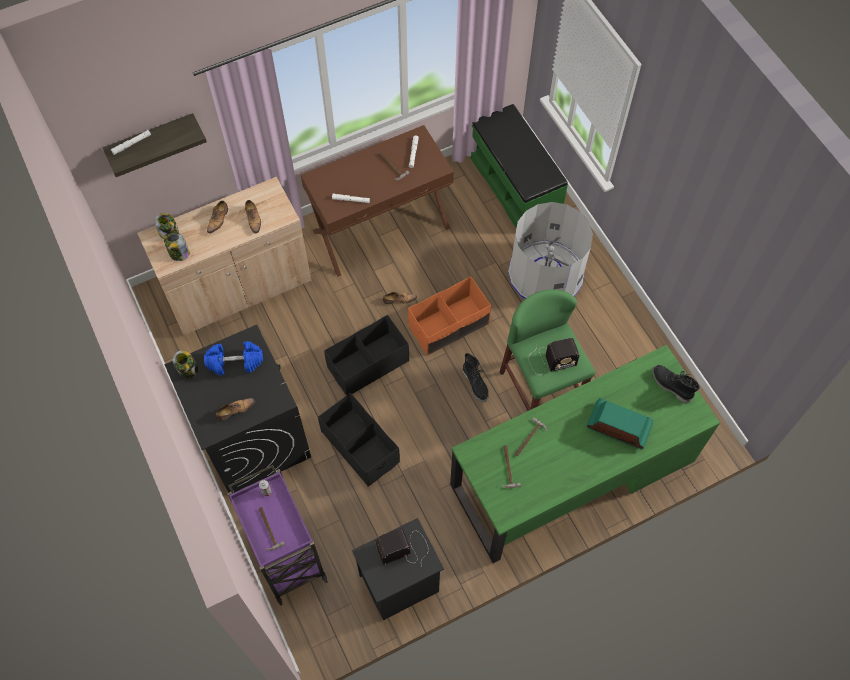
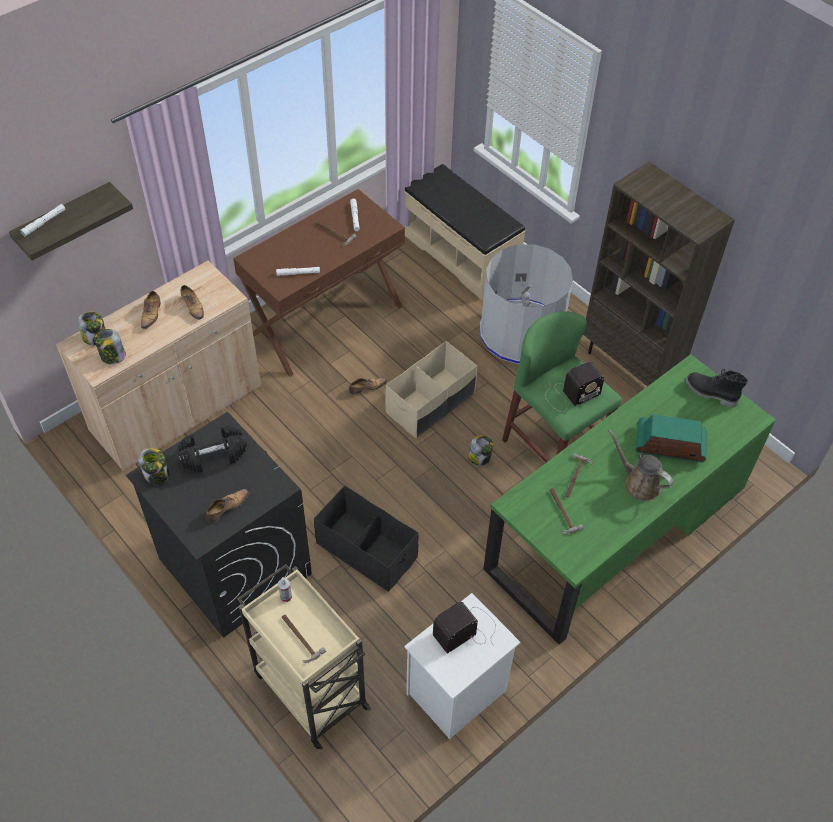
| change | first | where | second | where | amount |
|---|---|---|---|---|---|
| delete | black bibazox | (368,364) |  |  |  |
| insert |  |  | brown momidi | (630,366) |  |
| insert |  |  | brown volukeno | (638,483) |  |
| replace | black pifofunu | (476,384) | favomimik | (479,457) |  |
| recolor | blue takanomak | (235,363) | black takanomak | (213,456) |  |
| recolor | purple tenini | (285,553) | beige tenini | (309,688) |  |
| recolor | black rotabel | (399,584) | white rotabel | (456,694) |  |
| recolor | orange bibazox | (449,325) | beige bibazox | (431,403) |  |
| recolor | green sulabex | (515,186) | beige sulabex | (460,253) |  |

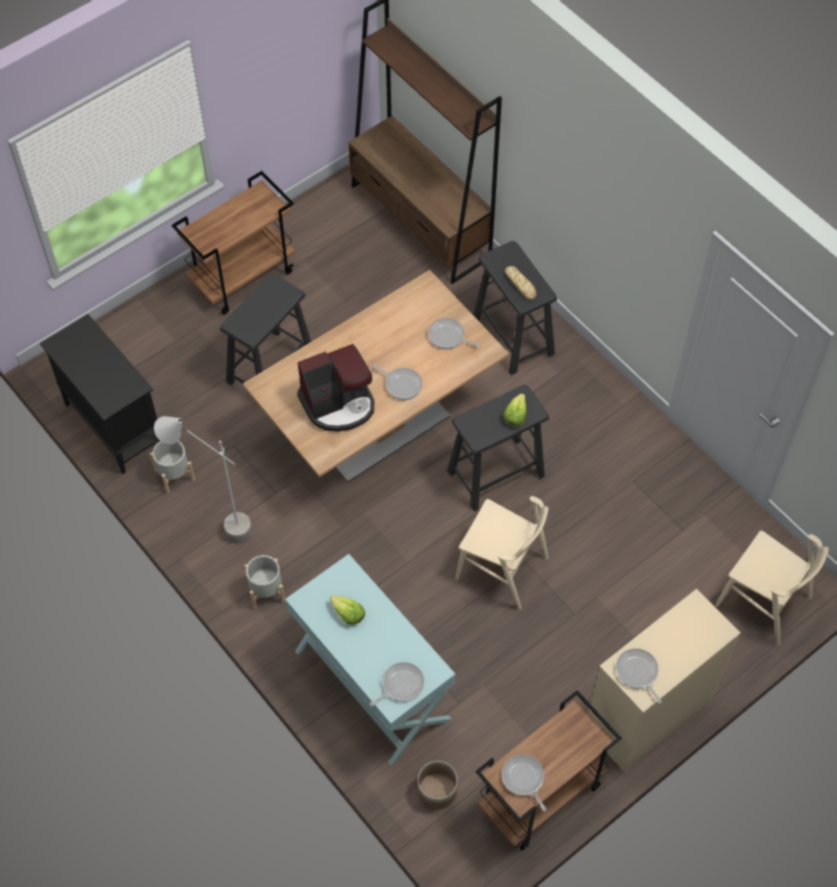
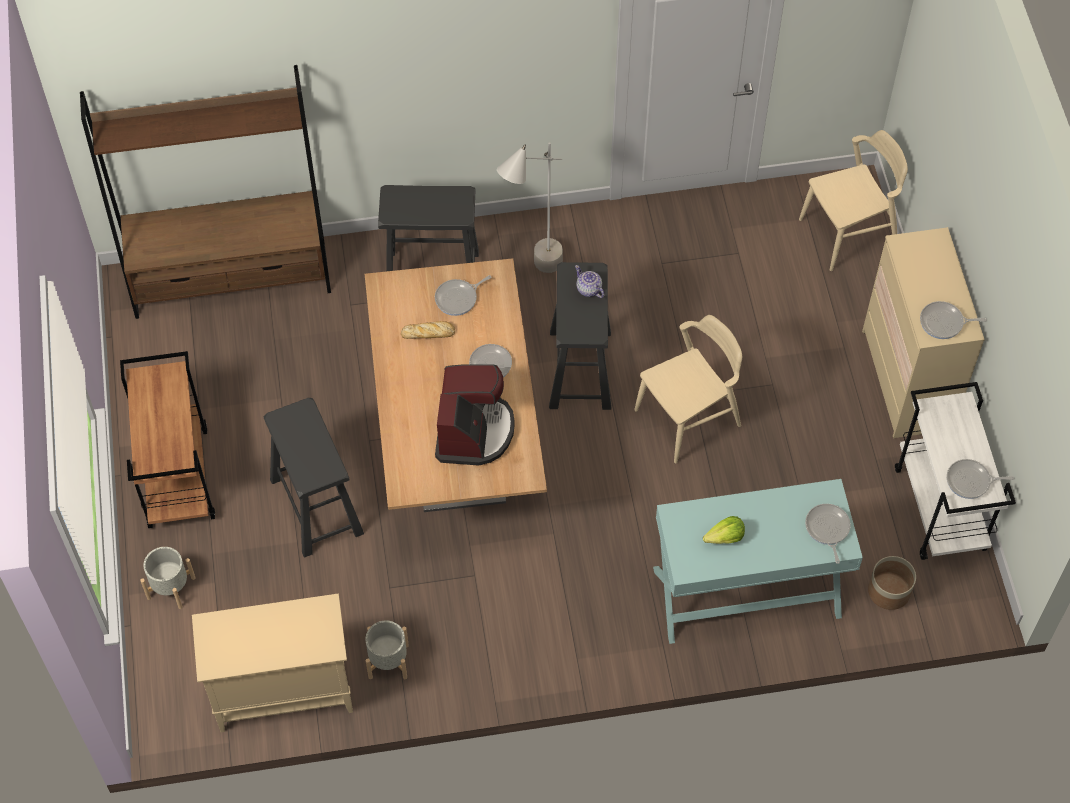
| change | first | where | second | where | amount |
|---|---|---|---|---|---|
| move | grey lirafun | (217,528) |  | (532,276) |  |
| move | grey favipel | (266,591) |  | (171,588) |  |
| move | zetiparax | (521,285) |  | (429,333) |  |
| replace | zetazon | (515,415) | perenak | (589,289) |  |
| recolor | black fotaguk | (113,425) | beige fotaguk | (282,694) |  |
| recolor | brown tenini | (540,797) | white tenini | (940,509) |  |

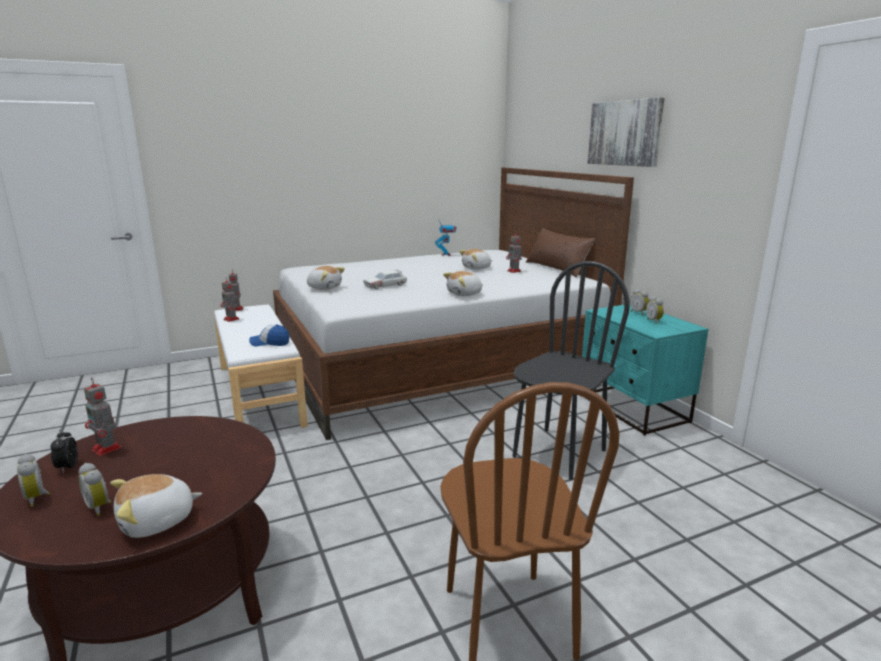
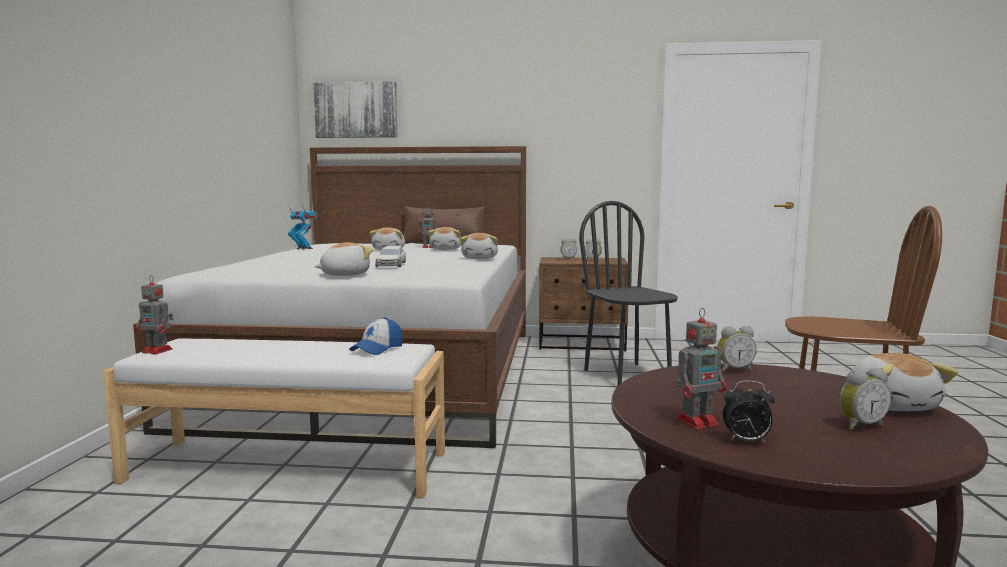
| change | first | where | second | where | amount |
|---|---|---|---|---|---|
| delete | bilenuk | (231,319) |  |  |  |
| insert |  |  | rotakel | (446,249) |  |
| move | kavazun | (38,497) |  | (734,370) |  |
| move | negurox | (625,133) |  | (356,110) |  |
| recolor | turquoise rotabel | (632,409) | brown rotabel | (582,344) |  |

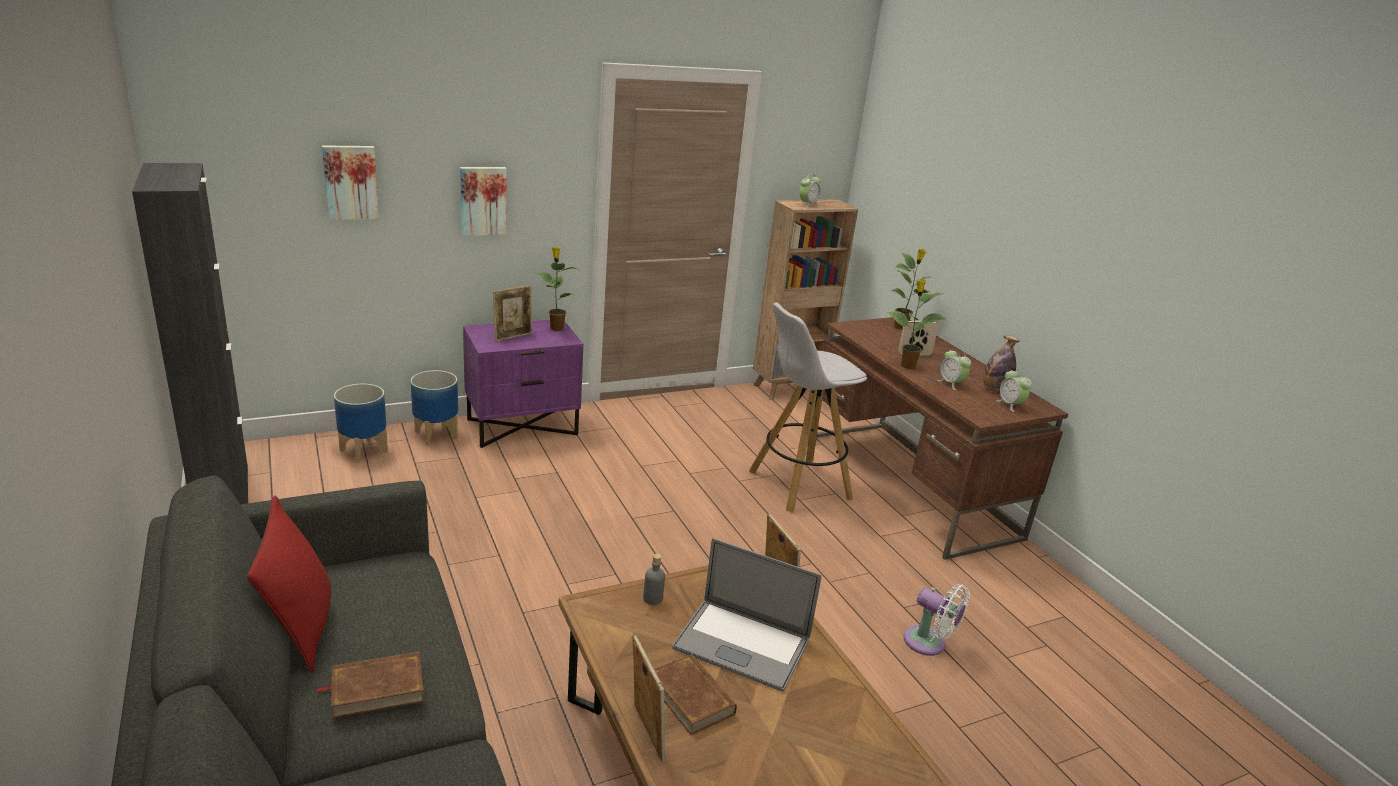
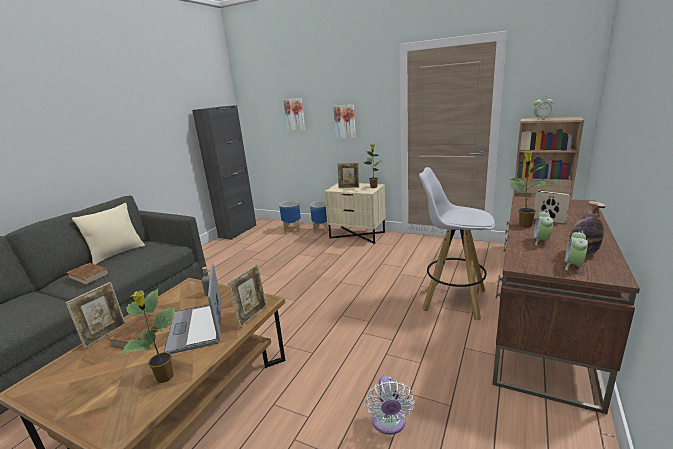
| change | first | where | second | where | amount |
|---|---|---|---|---|---|
| move | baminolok | (901,327) |  | (165,377) |  |
| recolor | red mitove | (302,628) | beige mitove | (117,253) |  |
| recolor | purple rotabel | (522,426) | beige rotabel | (357,235) |  |

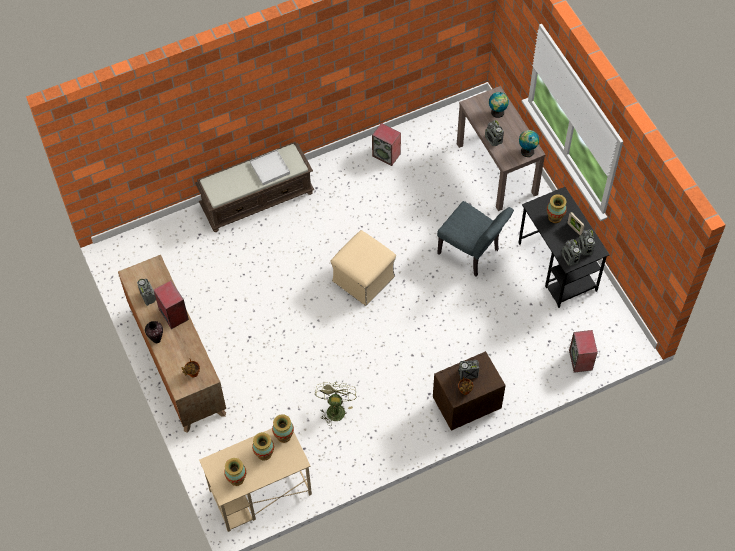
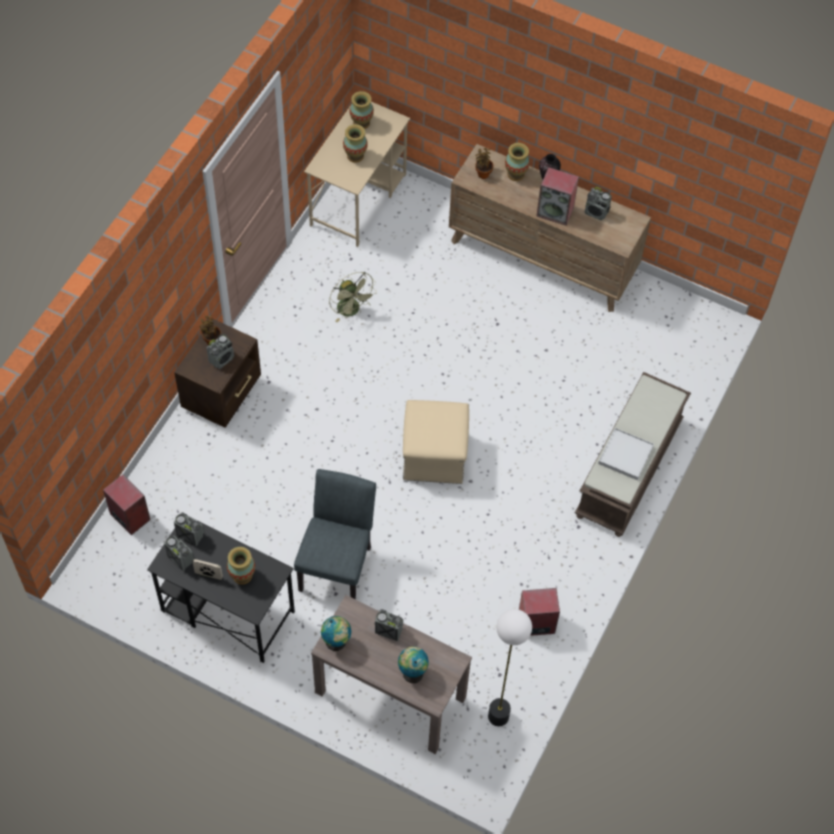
| change | first | where | second | where | amount |
|---|---|---|---|---|---|
| insert |  |  | lirafun | (498,716) |  |
| move | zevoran | (283,435) |  | (516,174) |  |
| rotate | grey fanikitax | (472,254) |  | (337,563) | 105 degrees clockwise |

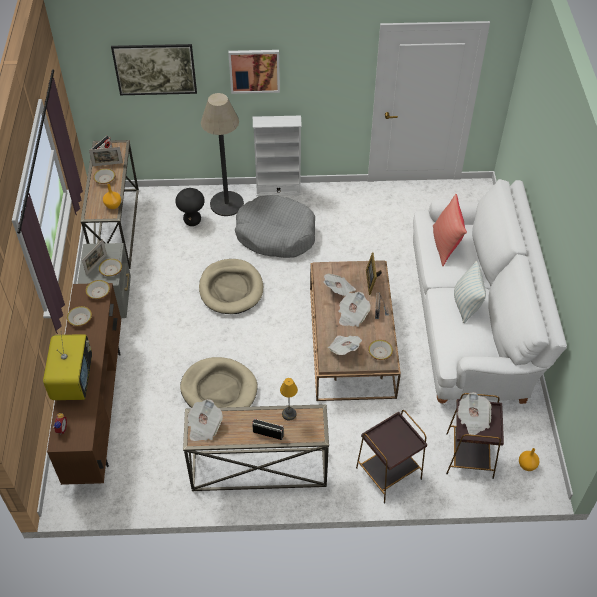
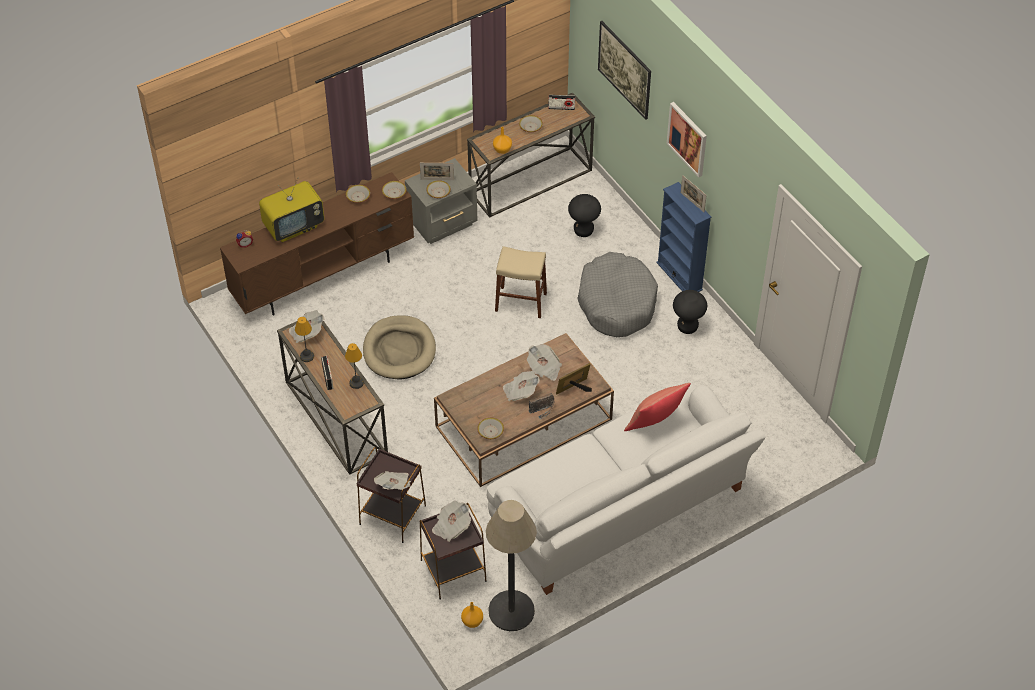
| change | first | where | second | where | amount |
|---|---|---|---|---|---|
| delete | mitove | (466,305) |  |  |  |
| insert |  |  | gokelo | (307,356) |  |
| insert |  |  | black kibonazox | (687,327) |  |
| move | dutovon | (107,164) |  | (692,202) |  |
| move | lirafun | (227,204) |  | (511,611) |  |
| move | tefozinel | (344,349) |  | (394,486) |  |
| replace | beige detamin | (231,289) | beige kibonazox | (521,302) |  |
| recolor | white momidi | (278,190) | blue momidi | (679,276) |  |

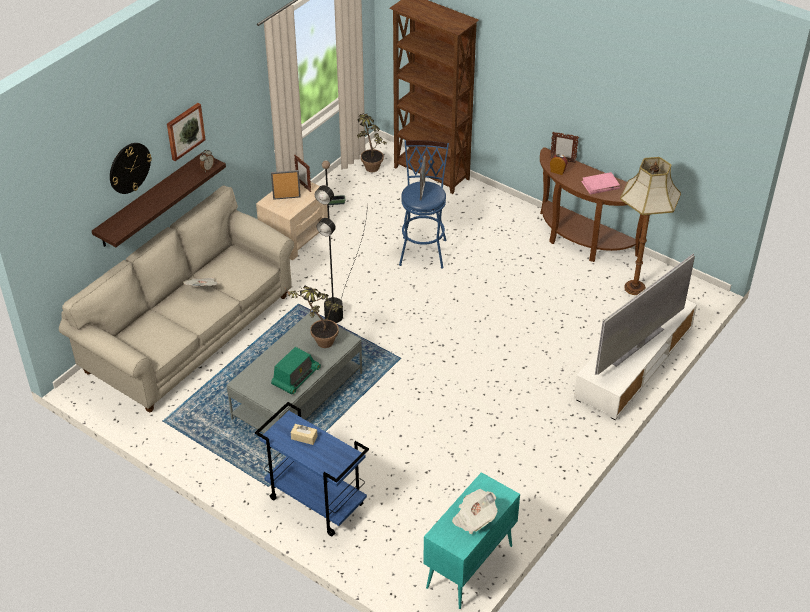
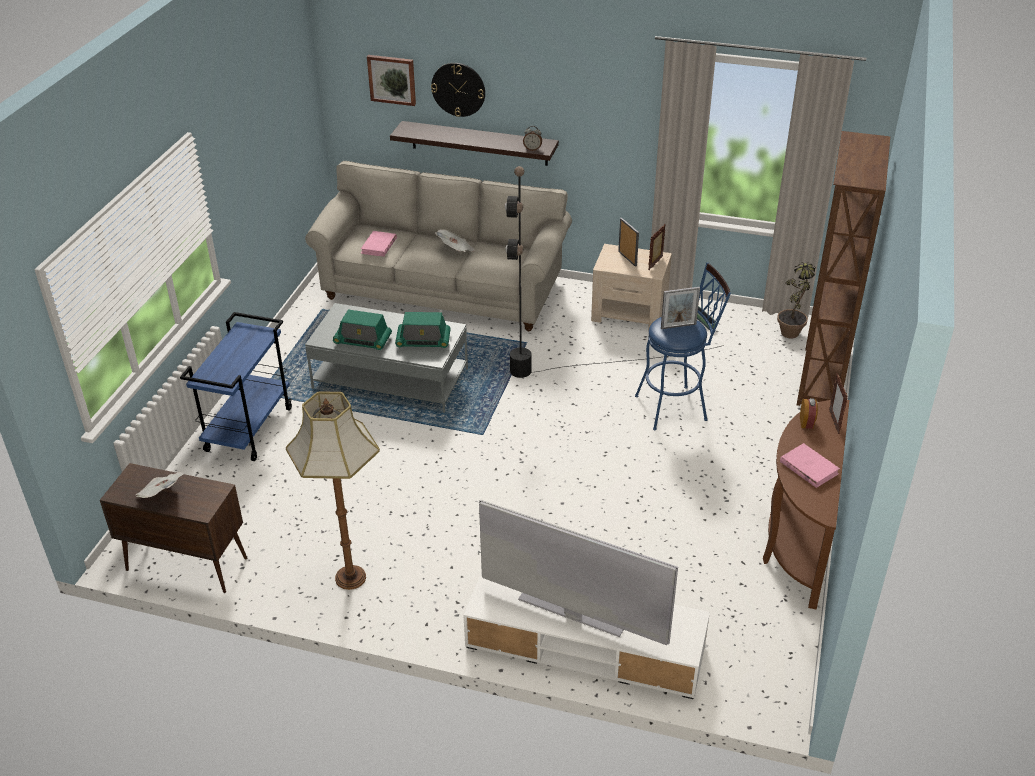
| change | first | where | second | where | amount |
|---|---|---|---|---|---|
| delete | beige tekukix | (304,437) |  |  |  |
| insert |  |  | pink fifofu | (379,246) |  |
| move | negurox | (184,131) |  | (392,79) |  |
| move | lirafun | (635,288) |  | (350,579) |  |
| replace | baminolok | (318,341) | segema | (423,341) |  |
| recolor | turquoise fotaguk | (469,567) | brown fotaguk | (185,564) |  |

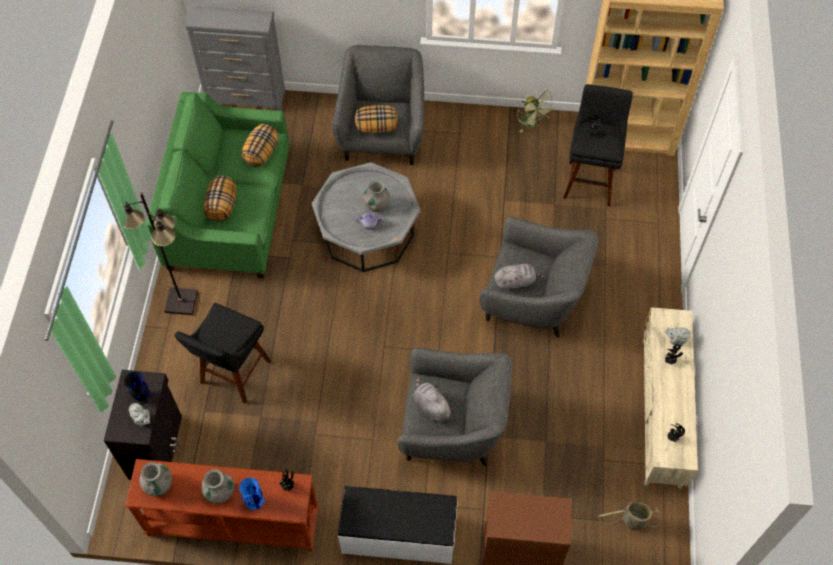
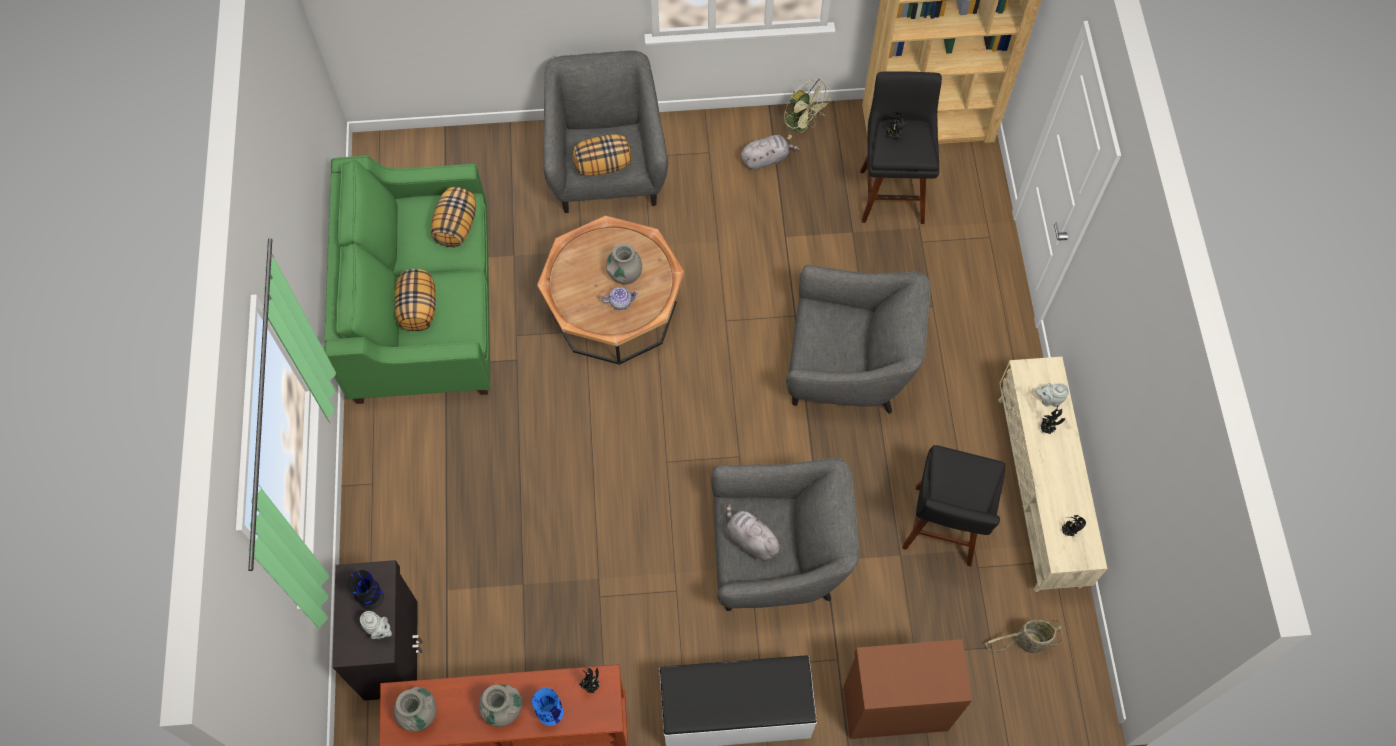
| change | first | where | second | where | amount |
|---|---|---|---|---|---|
| delete | black lirafun | (181,301) |  |  |  |
| delete | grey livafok | (246,99) |  |  |  |
| move | black kibonazox | (233,376) |  | (941,531) |  |
| move | grey rotakel | (516,282) |  | (766,159) |  |
| recolor | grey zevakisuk | (367,232) | brown zevakisuk | (614,308) |  |

